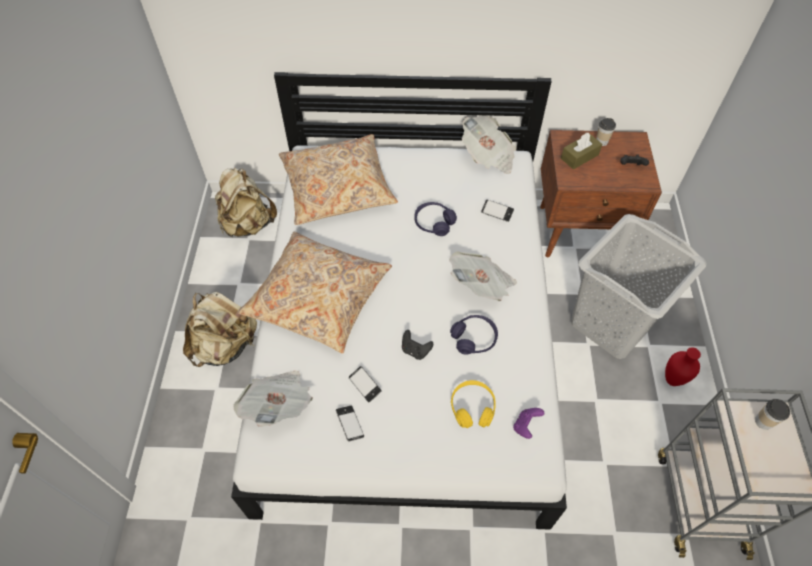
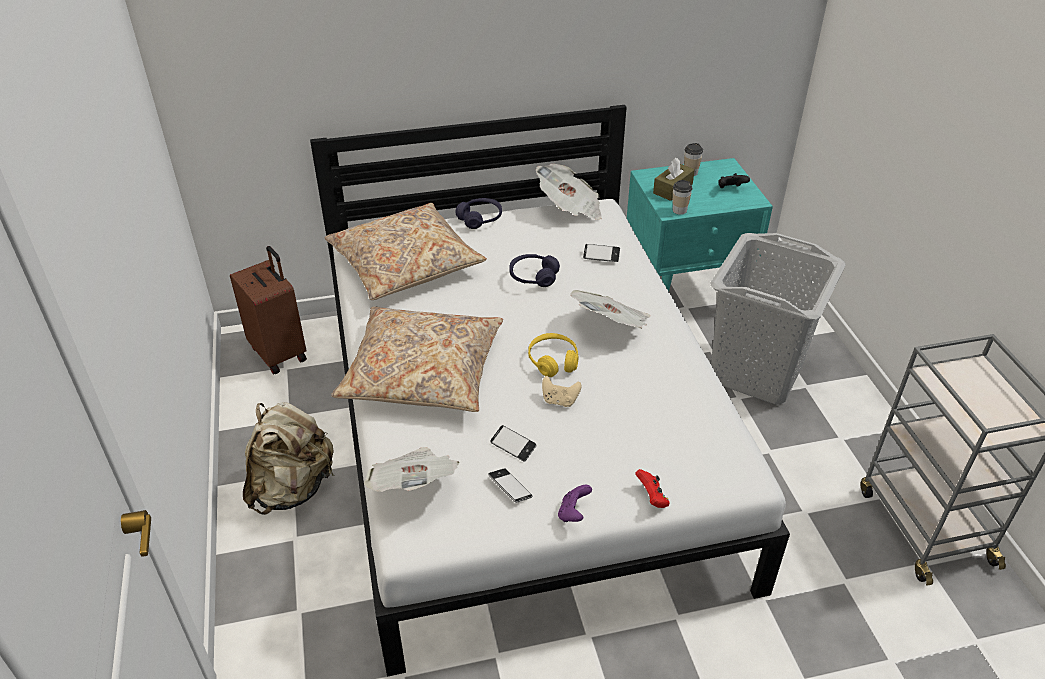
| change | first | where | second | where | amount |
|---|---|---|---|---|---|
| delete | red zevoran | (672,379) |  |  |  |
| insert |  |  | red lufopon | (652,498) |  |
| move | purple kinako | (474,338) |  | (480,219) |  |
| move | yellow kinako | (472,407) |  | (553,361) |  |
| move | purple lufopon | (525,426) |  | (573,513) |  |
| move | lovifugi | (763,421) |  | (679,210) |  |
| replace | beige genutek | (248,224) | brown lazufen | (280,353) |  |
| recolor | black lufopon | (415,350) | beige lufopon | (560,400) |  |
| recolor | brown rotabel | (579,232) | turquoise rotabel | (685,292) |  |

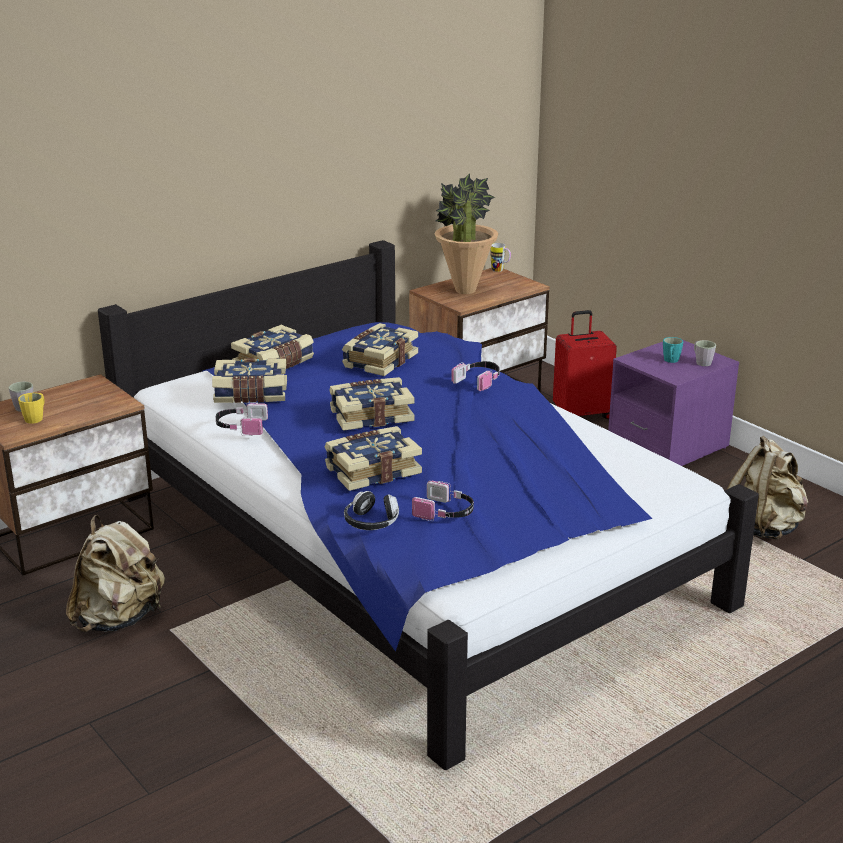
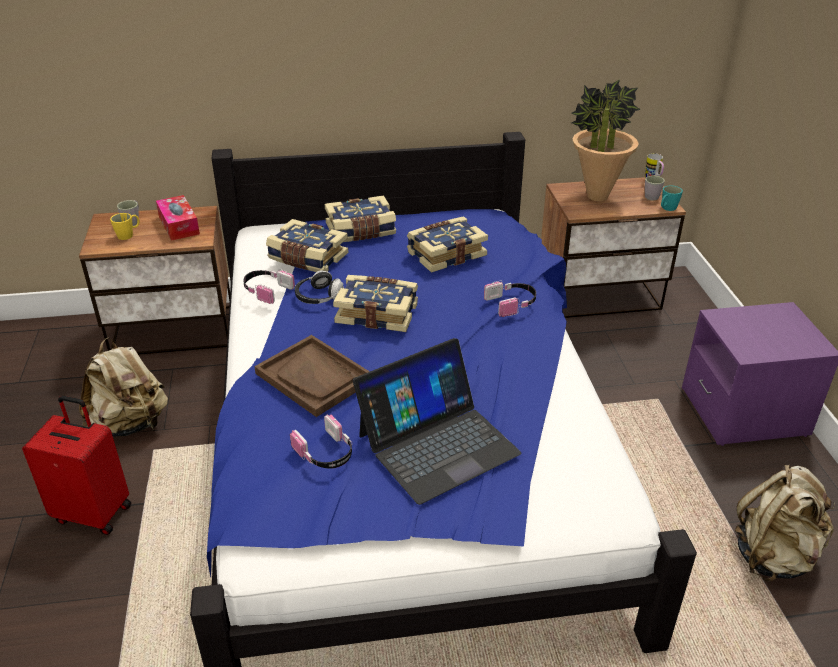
| change | first | where | second | where | amount |
|---|---|---|---|---|---|
| insert |  |  | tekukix | (179,225) |  |
| insert |  |  | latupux | (437,443) |  |
| move | kinako | (371,522) |  | (318,297) |  |
| move | red lazufen | (581,414) |  | (94,512) |  |
| move | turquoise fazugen | (671,361) |  | (667,208) |  |
| move | grey fazugen | (701,362) |  | (651,195) |  |
| replace | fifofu | (372,470) | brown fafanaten | (314,377) |  |

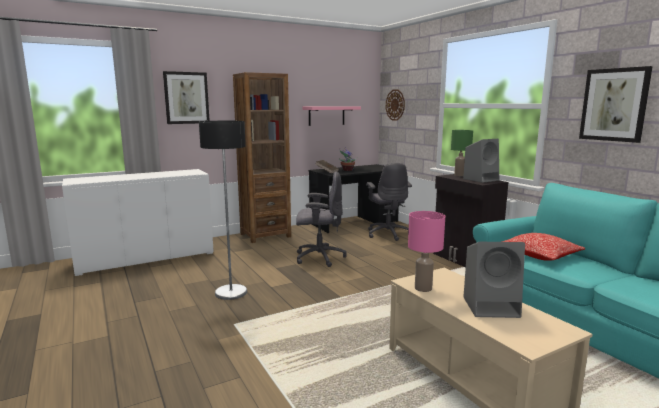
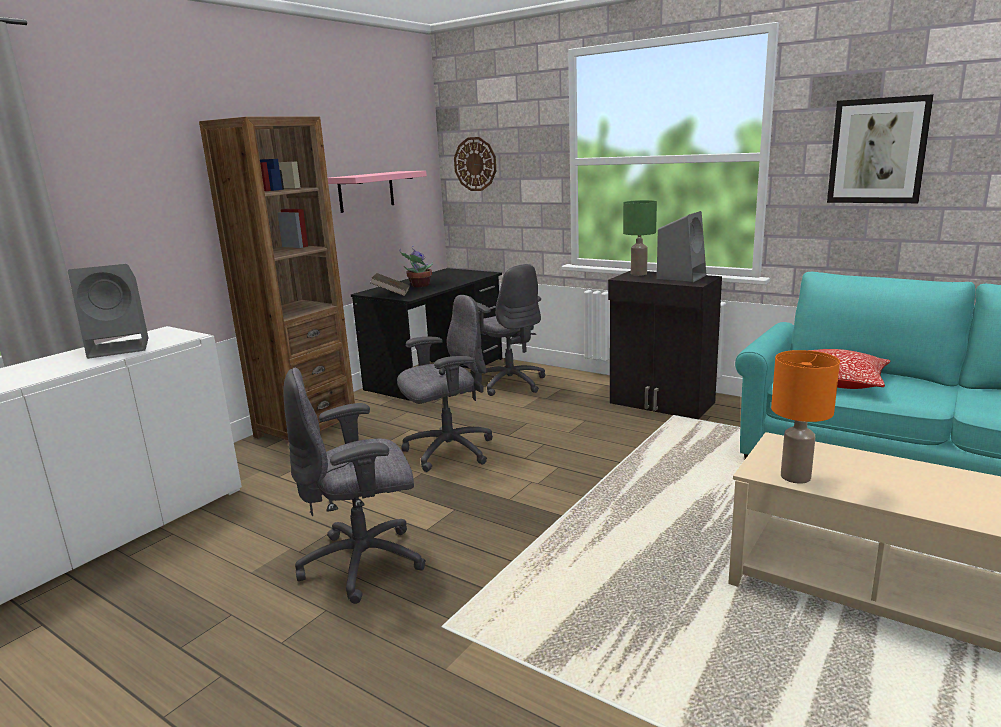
| change | first | where | second | where | amount |
|---|---|---|---|---|---|
| delete | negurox | (186,98) |  |  |  |
| move | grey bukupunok | (492,307) |  | (121,347) |  |
| replace | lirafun | (231,292) | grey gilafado | (365,563) |  |
| recolor | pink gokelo | (423,288) | orange gokelo | (795,476) |  |

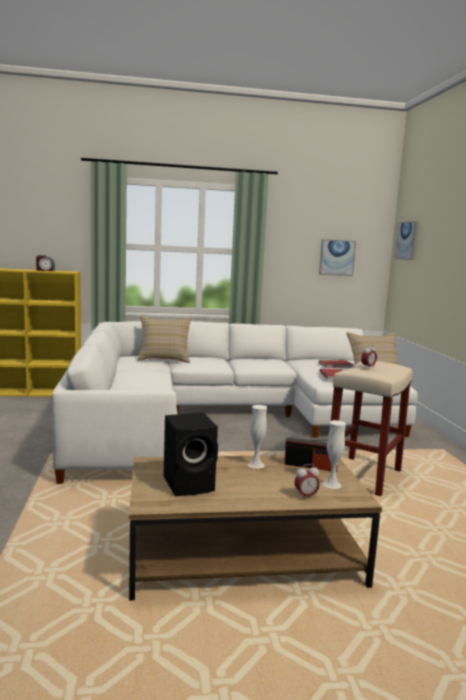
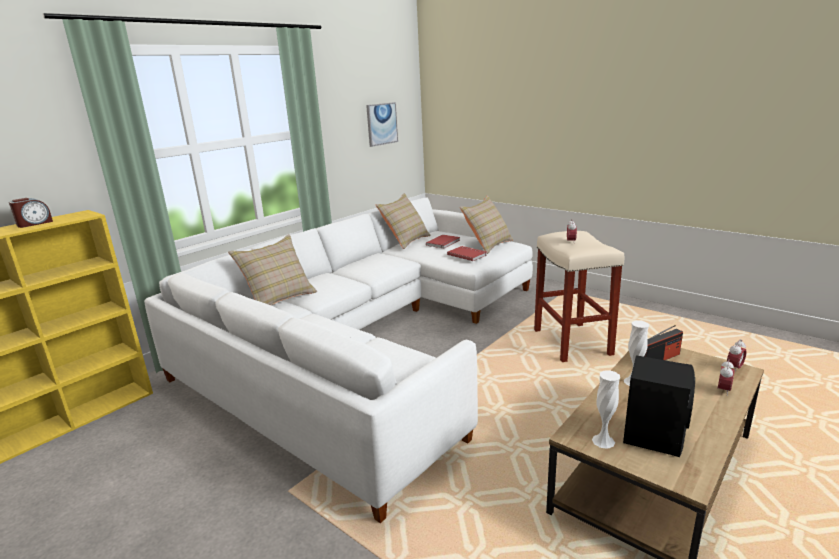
| change | first | where | second | where | amount |
|---|---|---|---|---|---|
| delete | negurox | (407,240) |  |  |  |
| insert |  |  | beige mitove | (405,241) |  |
| insert |  |  | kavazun | (734,368) |  |
| move | white zevoran | (332,484) |  | (603,441) |  |

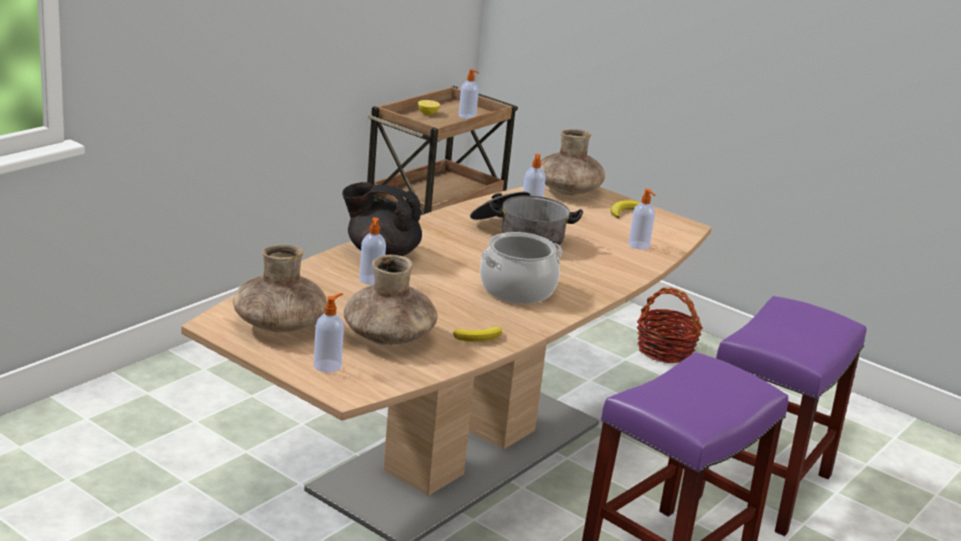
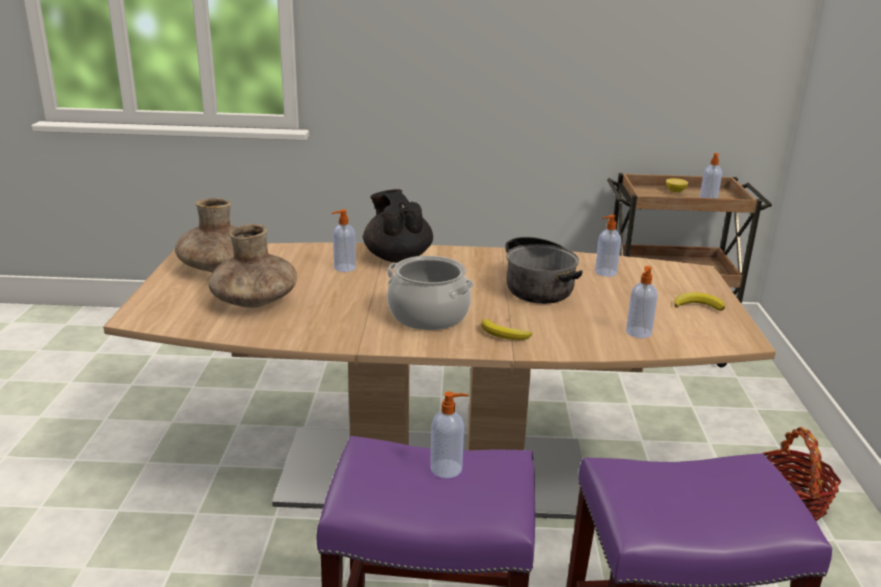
| change | first | where | second | where | amount |
|---|---|---|---|---|---|
| delete | brown zevoran | (567,191) |  |  |  |
| move | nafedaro | (328,365) |  | (447,469) |  |
| move | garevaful | (480,337) |  | (504,335) |  |

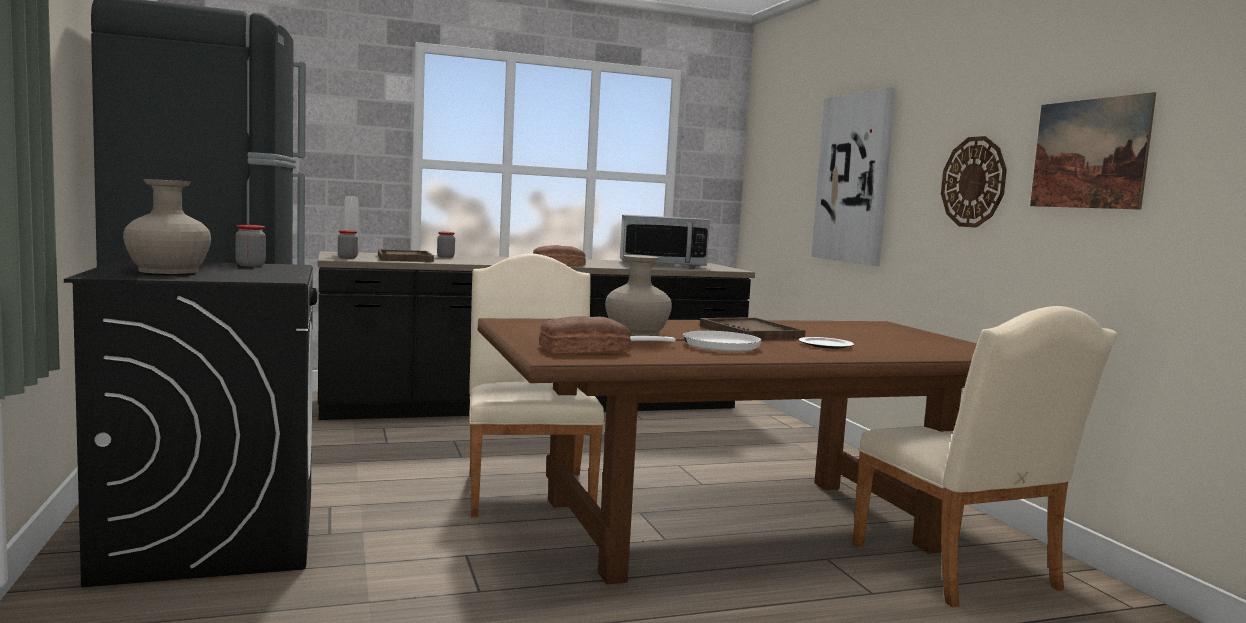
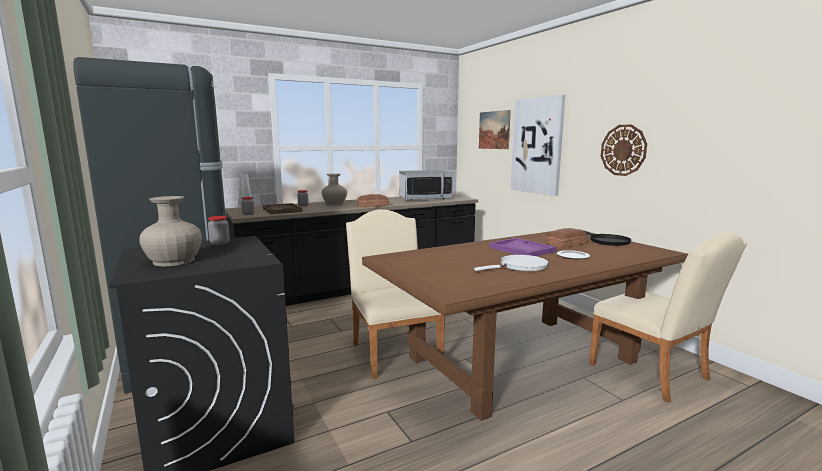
| change | first | where | second | where | amount |
|---|---|---|---|---|---|
| insert |  |  | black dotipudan | (607,241) |  |
| move | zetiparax | (583,349) |  | (565,243) |  |
| move | beige zevoran | (637,333) |  | (334,203) |  |
| move | negurox | (1089,153) |  | (494,130) |  |
| recolor | brown fafanaten | (751,332) | purple fafanaten | (522,249) |  |

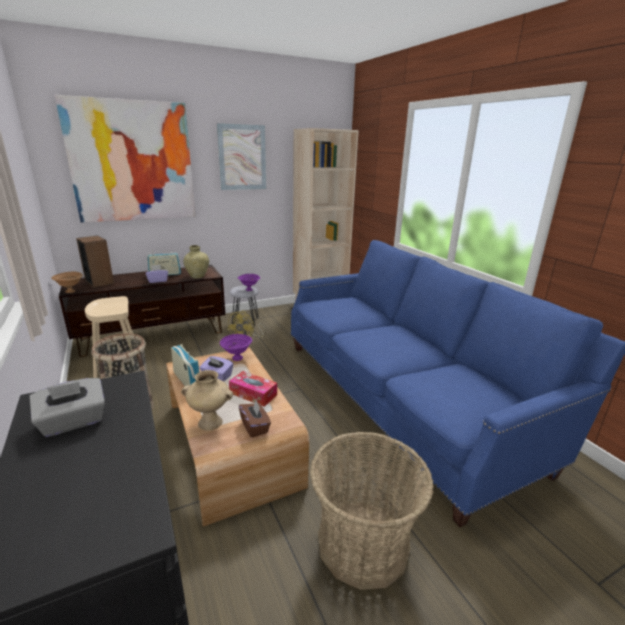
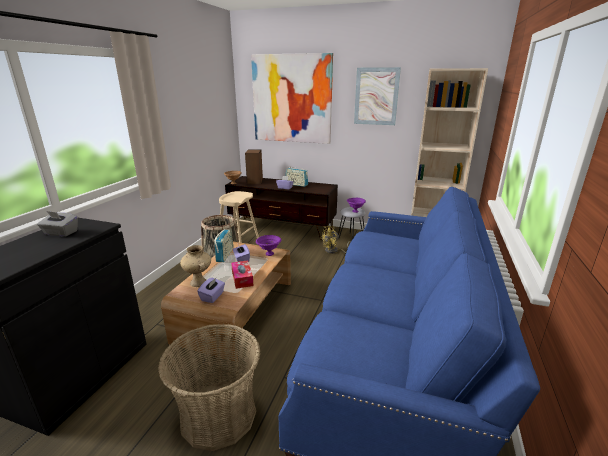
| change | first | where | second | where | amount |
|---|---|---|---|---|---|
| delete | beige zevoran | (197,276) |  |  |  |
| recolor | brown tekukix | (255,427) | purple tekukix | (212,296) |  |

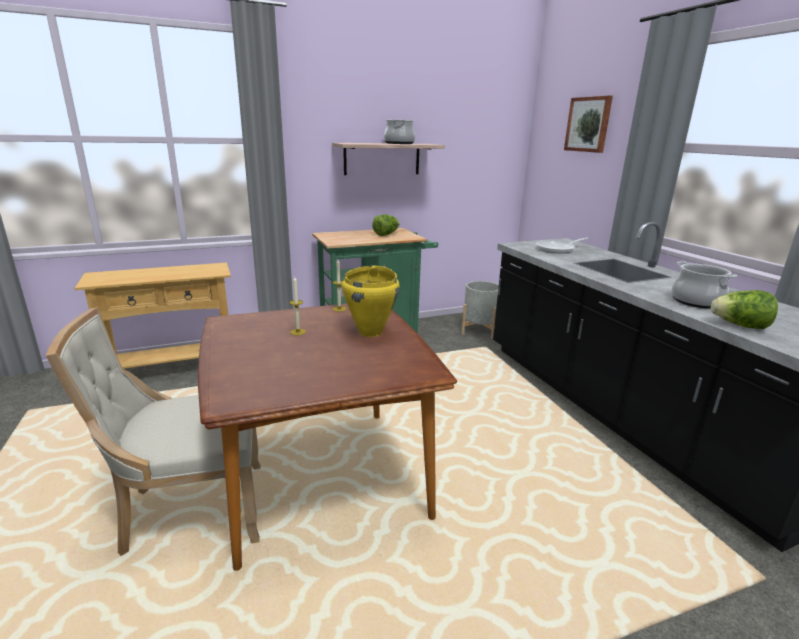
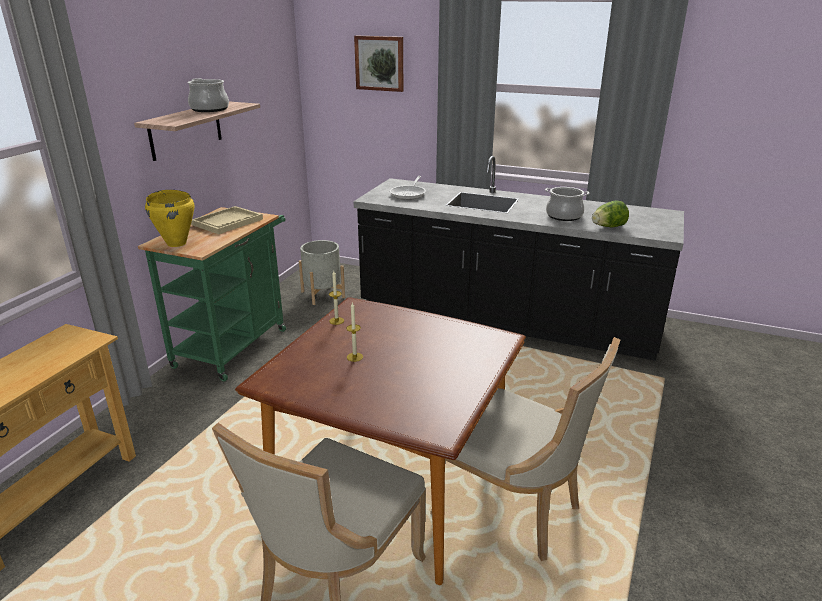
| change | first | where | second | where | amount |
|---|---|---|---|---|---|
| insert |  |  | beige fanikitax | (513,510) |  |
| move | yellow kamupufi | (371,332) |  | (177,243) |  |
| replace | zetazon | (386,234) | beige fafanaten | (227,222) |  |

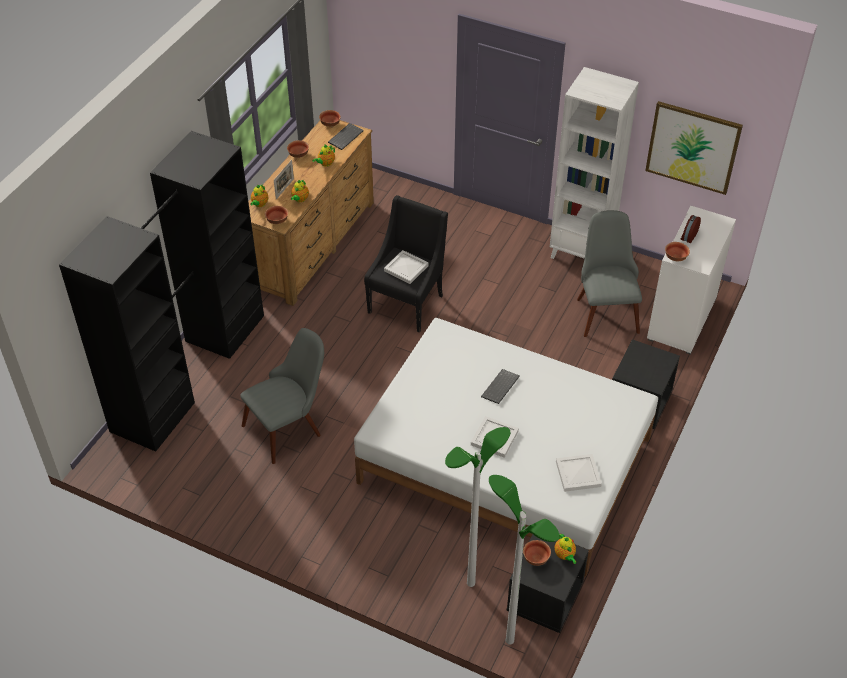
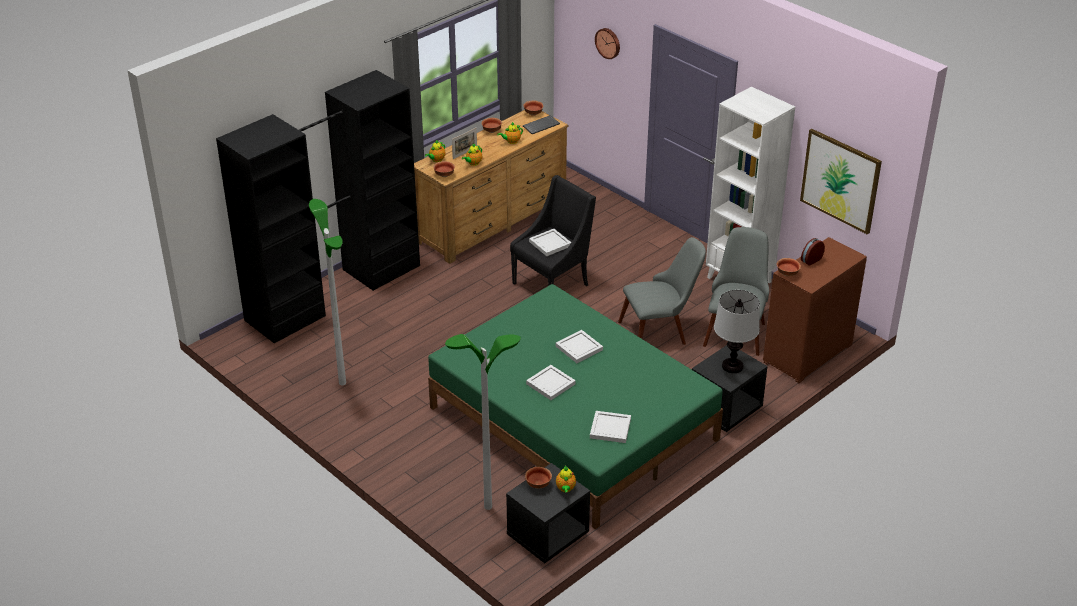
| change | first | where | second | where | amount |
|---|---|---|---|---|---|
| insert |  |  | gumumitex | (608,43) |  |
| insert |  |  | gokelo | (732,366) |  |
| move | grey fanikitax | (290,426) |  | (660,331) |  |
| move | lirafun | (509,640) |  | (342,383) |  |
| replace | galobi | (500,388) | white fafanaten | (579,348) |  |
| recolor | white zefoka | (505,460) | green zefoka | (572,423) |  |
| recolor | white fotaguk | (682,319) | brown fotaguk | (808,354) |  |

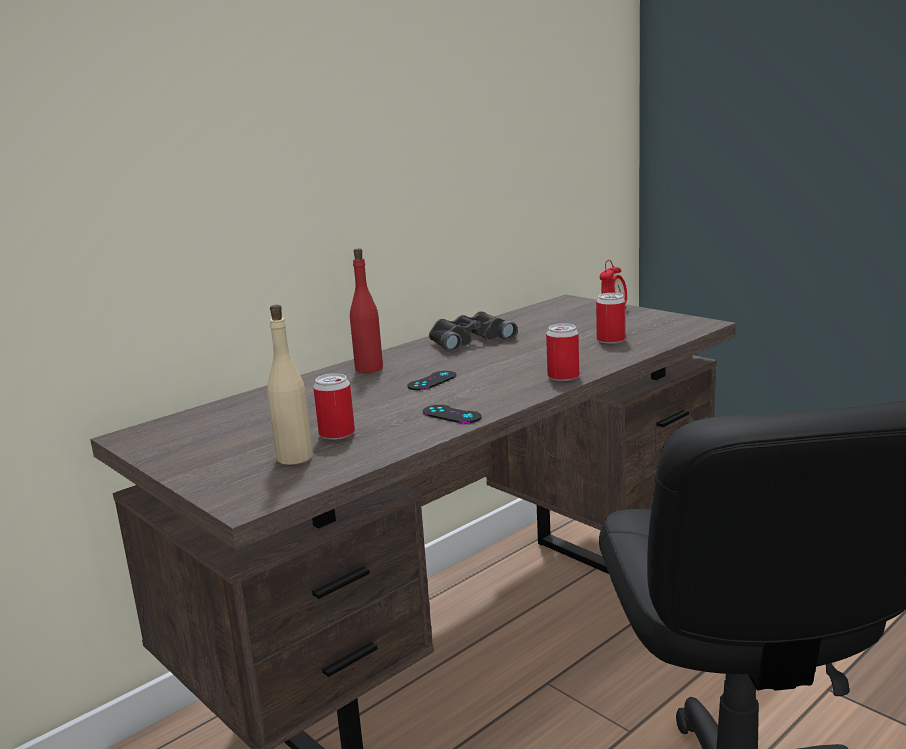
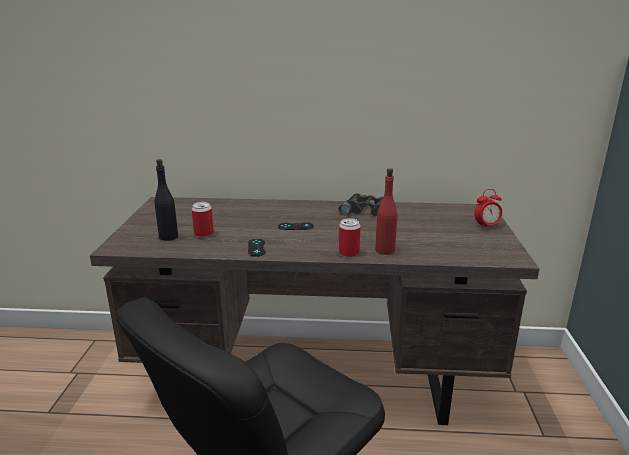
| change | first | where | second | where | amount |
|---|---|---|---|---|---|
| delete | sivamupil | (610,340) |  |  |  |
| move | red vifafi | (368,368) |  | (385,250) |  |
| recolor | beige vifafi | (294,457) | black vifafi | (168,237) |  |

